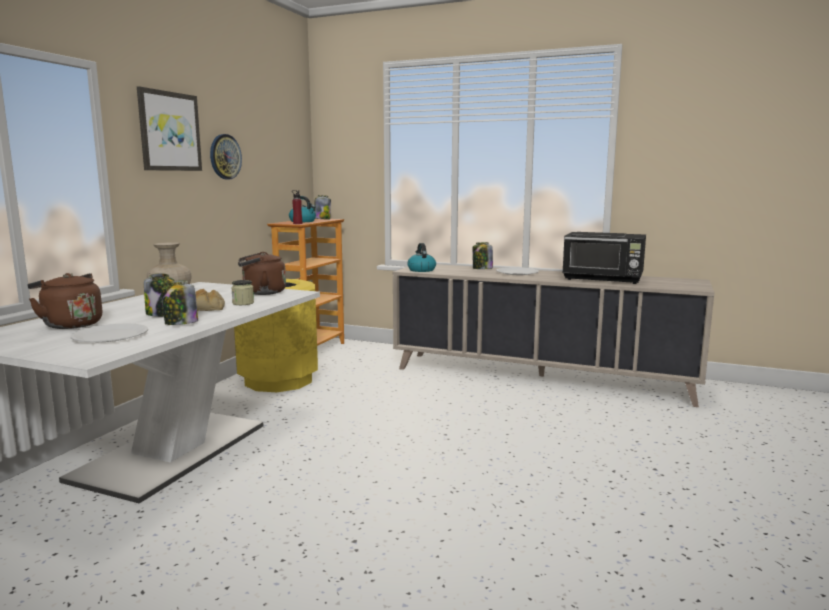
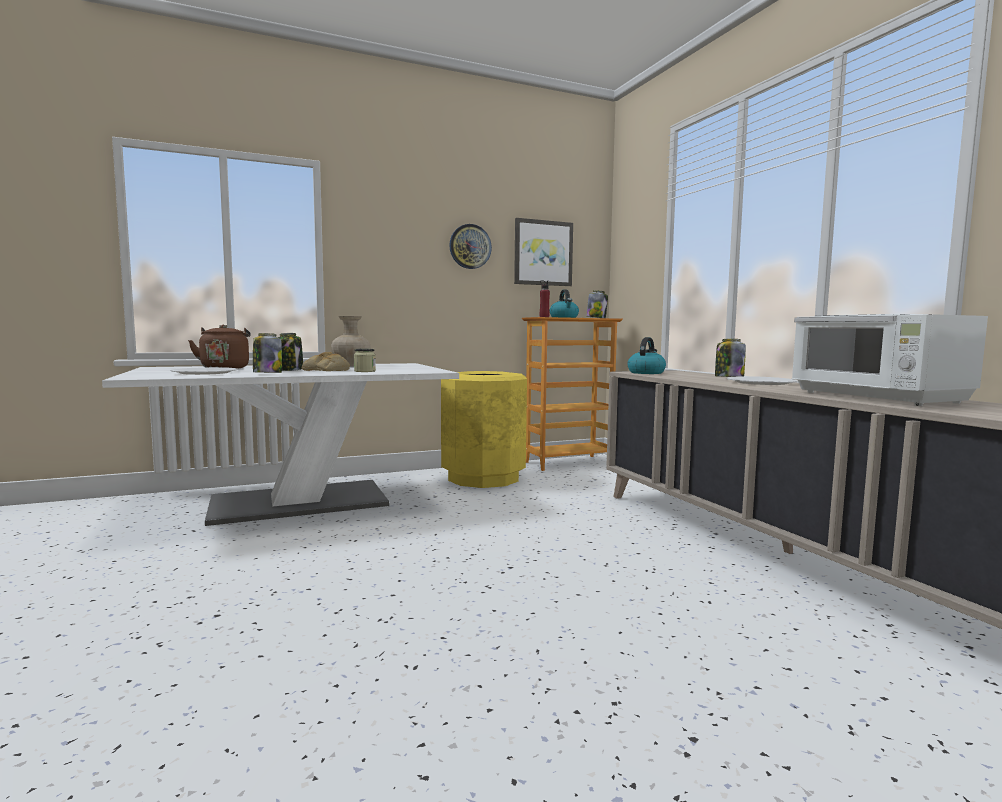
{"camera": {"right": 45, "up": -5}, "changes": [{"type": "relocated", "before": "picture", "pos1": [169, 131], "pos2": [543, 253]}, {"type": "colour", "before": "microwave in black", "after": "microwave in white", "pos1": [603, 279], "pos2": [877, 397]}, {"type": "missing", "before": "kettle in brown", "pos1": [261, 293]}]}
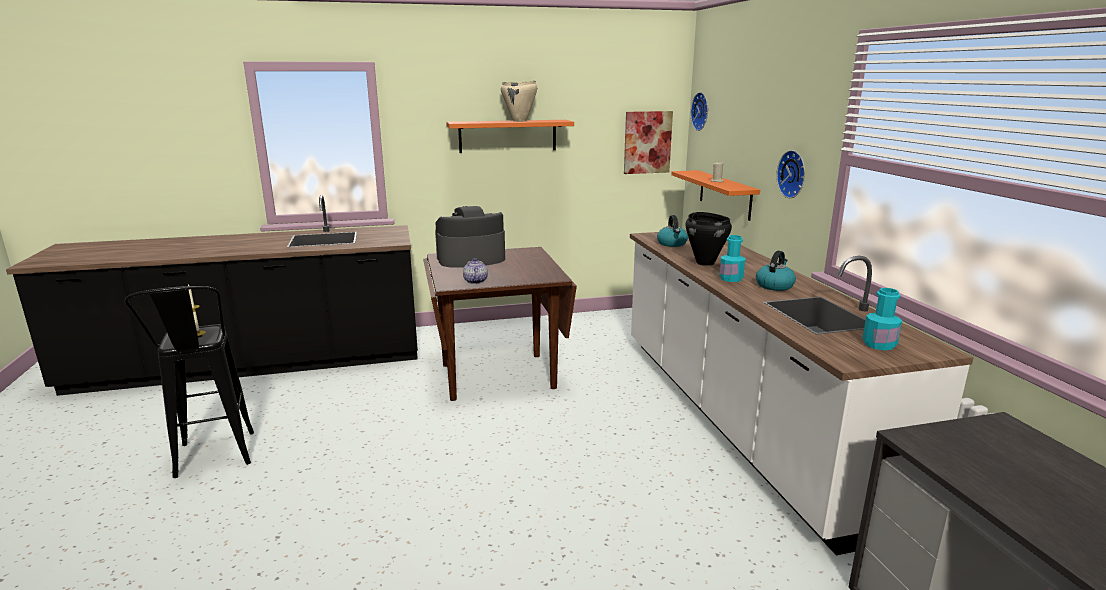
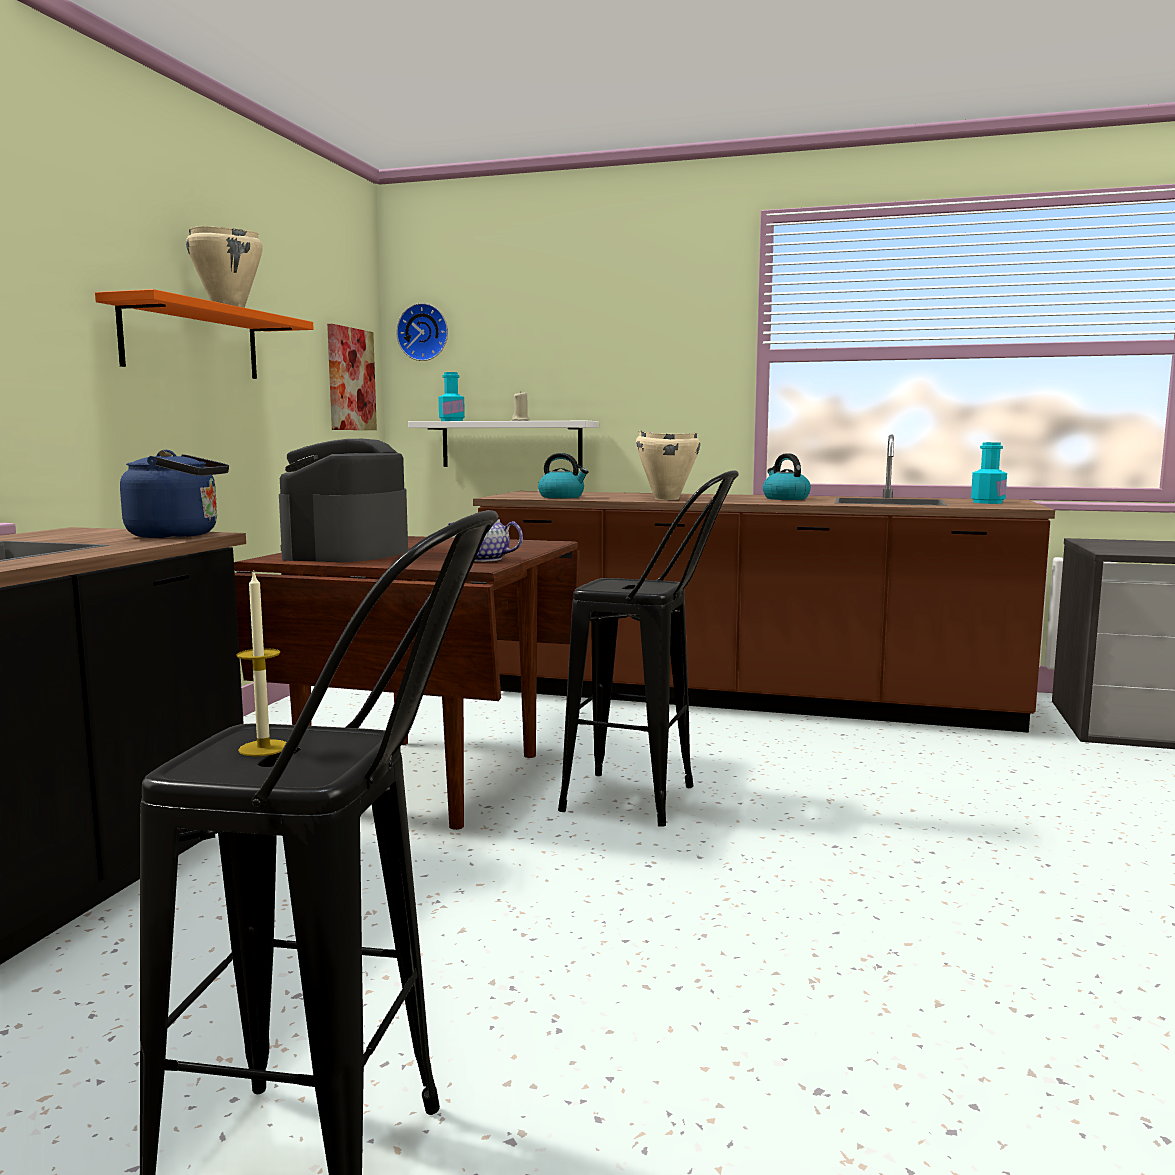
{"camera": {"right": -60, "up": -10}, "changes": [{"type": "missing", "before": "wall clock", "pos1": [794, 174]}, {"type": "colour", "before": "shelf in orange", "after": "shelf in white", "pos1": [725, 194], "pos2": [511, 444]}, {"type": "colour", "before": "cooking pot in black", "after": "cooking pot in beige", "pos1": [705, 263], "pos2": [666, 499]}, {"type": "colour", "before": "counter in white", "after": "counter in brown", "pos1": [738, 418], "pos2": [743, 698]}, {"type": "relocated", "before": "bottle in turquoise", "pos1": [731, 279], "pos2": [451, 421]}, {"type": "appeared", "after": "kettle in blue", "pos2": [179, 535]}, {"type": "appeared", "after": "stool in black", "pos2": [650, 802]}]}
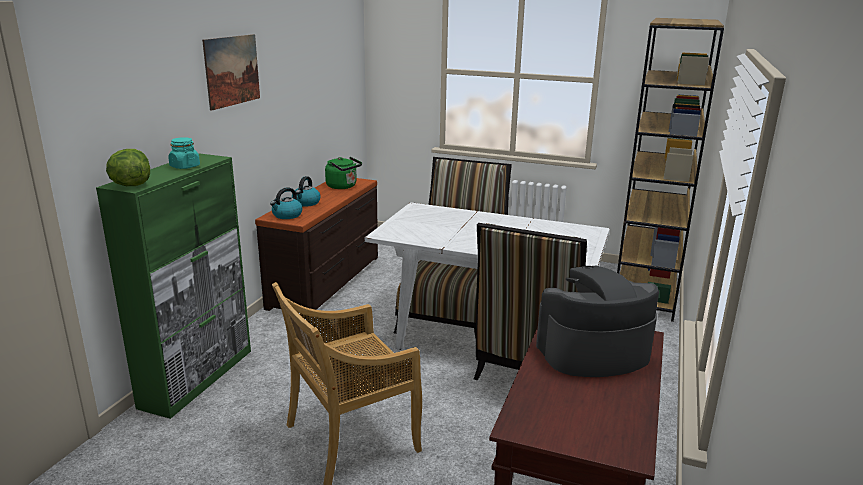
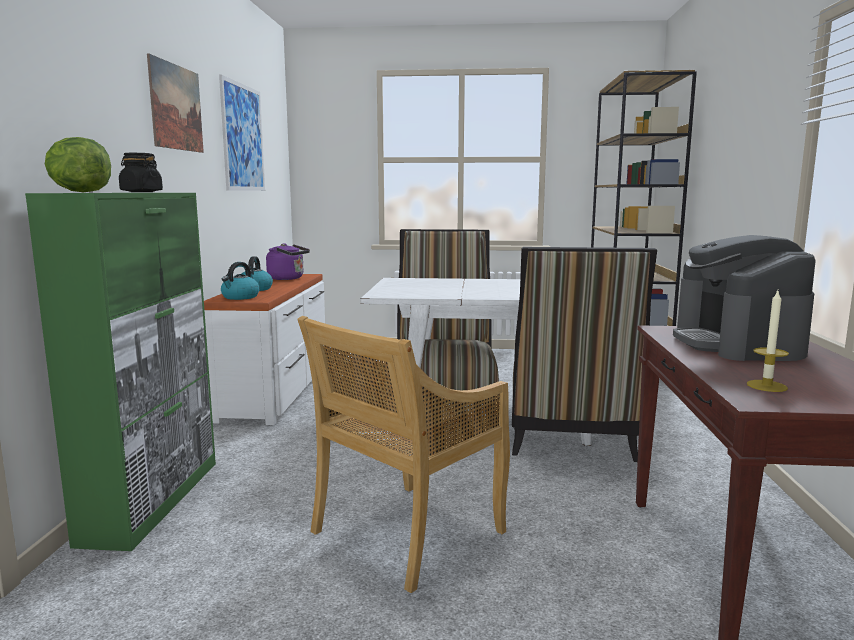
{"camera": {"right": -15, "up": -10}, "changes": [{"type": "colour", "before": "jar in turquoise", "after": "jar in black", "pos1": [184, 166], "pos2": [141, 192]}, {"type": "colour", "before": "kettle in green", "after": "kettle in purple", "pos1": [343, 186], "pos2": [288, 278]}, {"type": "colour", "before": "dresser in brown", "after": "dresser in white", "pos1": [327, 281], "pos2": [278, 391]}, {"type": "spun", "before": "coffee machine", "pos1": [592, 352], "pos2": [737, 344], "turn": -60}, {"type": "appeared", "after": "picture", "pos2": [243, 138]}, {"type": "appeared", "after": "candle", "pos2": [766, 386]}]}
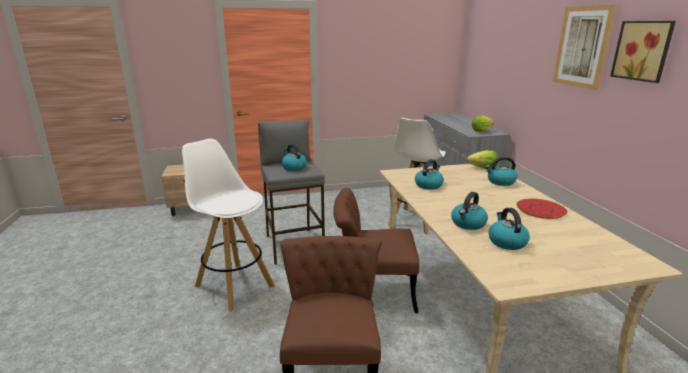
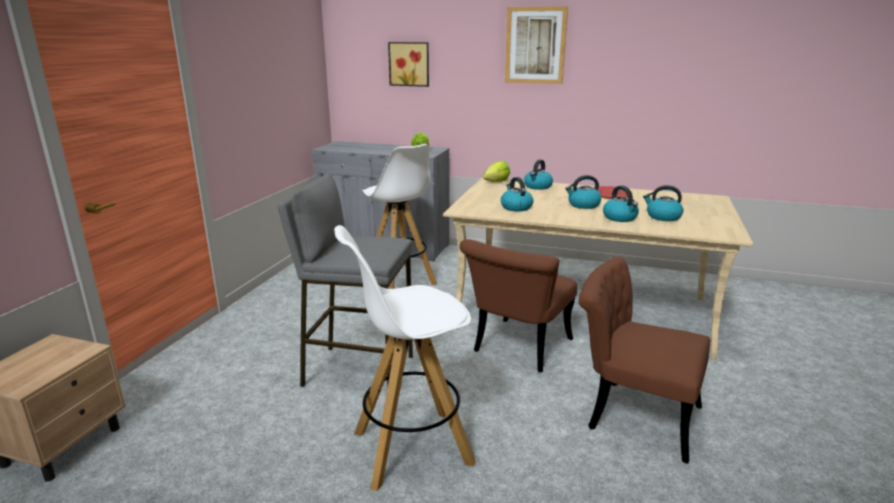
{"camera": {"right": -60, "up": 0}, "changes": [{"type": "relocated", "before": "picture", "pos1": [643, 50], "pos2": [409, 64]}, {"type": "relocated", "before": "kettle", "pos1": [293, 167], "pos2": [583, 205]}]}
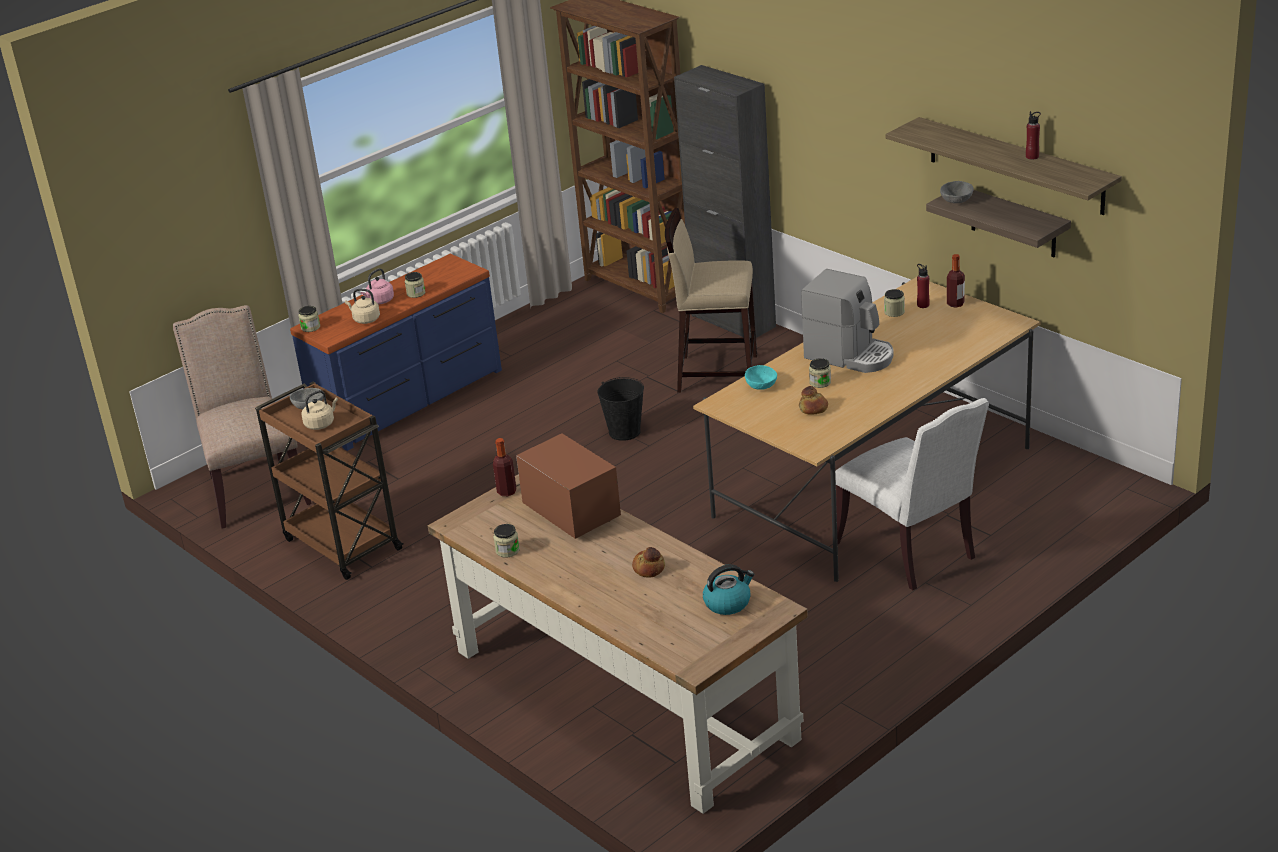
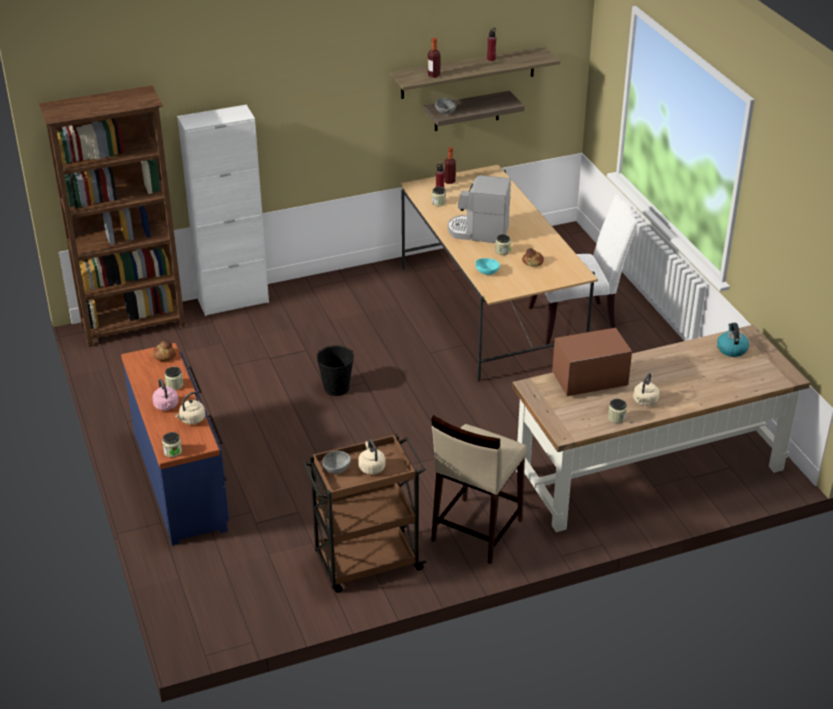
{"camera": {"right": -70, "up": 5}, "changes": [{"type": "colour", "before": "cabinet in black", "after": "cabinet in white", "pos1": [733, 321], "pos2": [233, 301]}, {"type": "relocated", "before": "stool in beige", "pos1": [716, 373], "pos2": [475, 530]}, {"type": "spun", "before": "coffee machine", "pos1": [850, 355], "pos2": [478, 232], "turn": -135}, {"type": "missing", "before": "chair in beige", "pos1": [255, 488]}, {"type": "relocated", "before": "bottle", "pos1": [506, 492], "pos2": [433, 75]}, {"type": "relocated", "before": "bread", "pos1": [649, 568], "pos2": [164, 356]}, {"type": "appeared", "after": "kettle in beige", "pos2": [644, 401]}]}
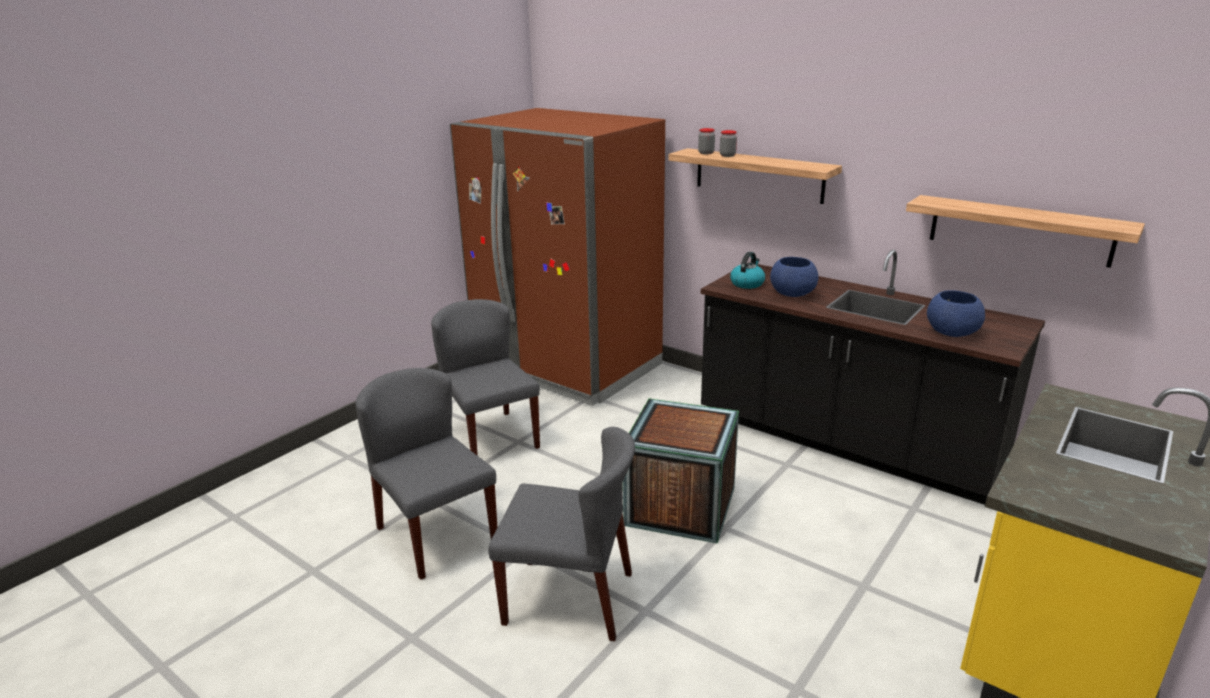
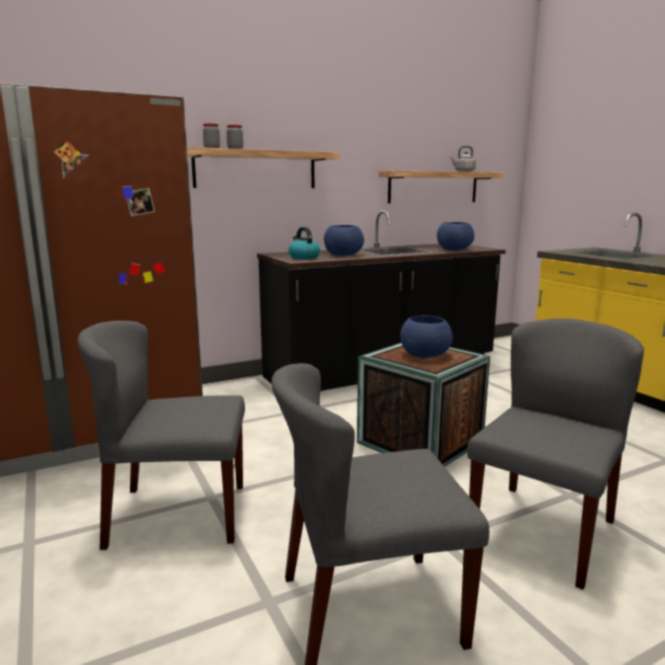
{"camera": {"right": -65, "up": -10}, "changes": [{"type": "appeared", "after": "kettle in grey", "pos2": [463, 171]}, {"type": "appeared", "after": "bowl in blue", "pos2": [425, 355]}]}
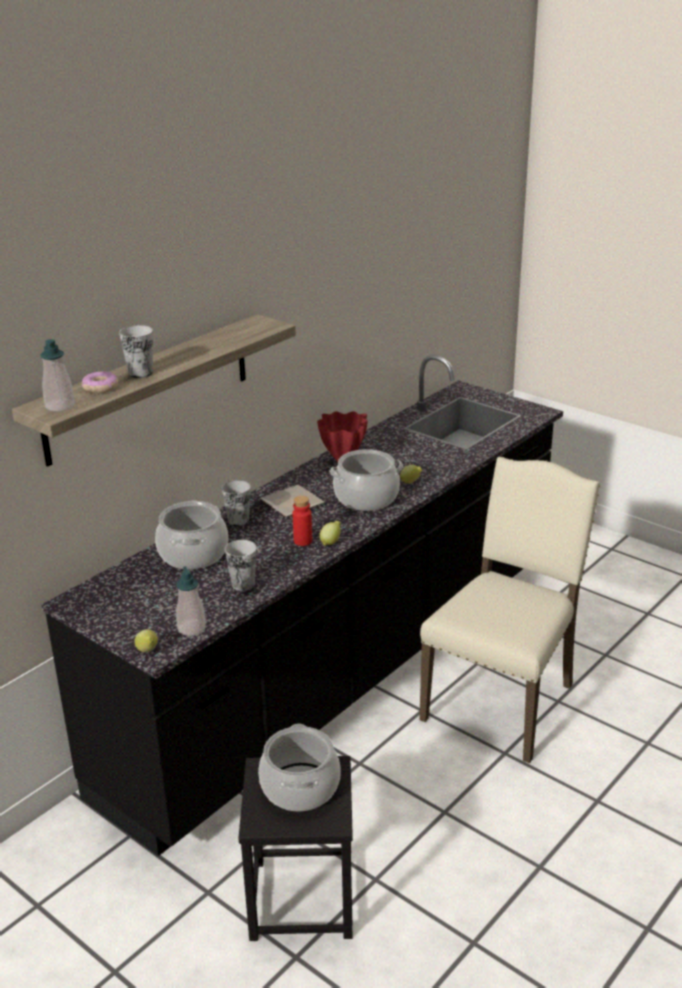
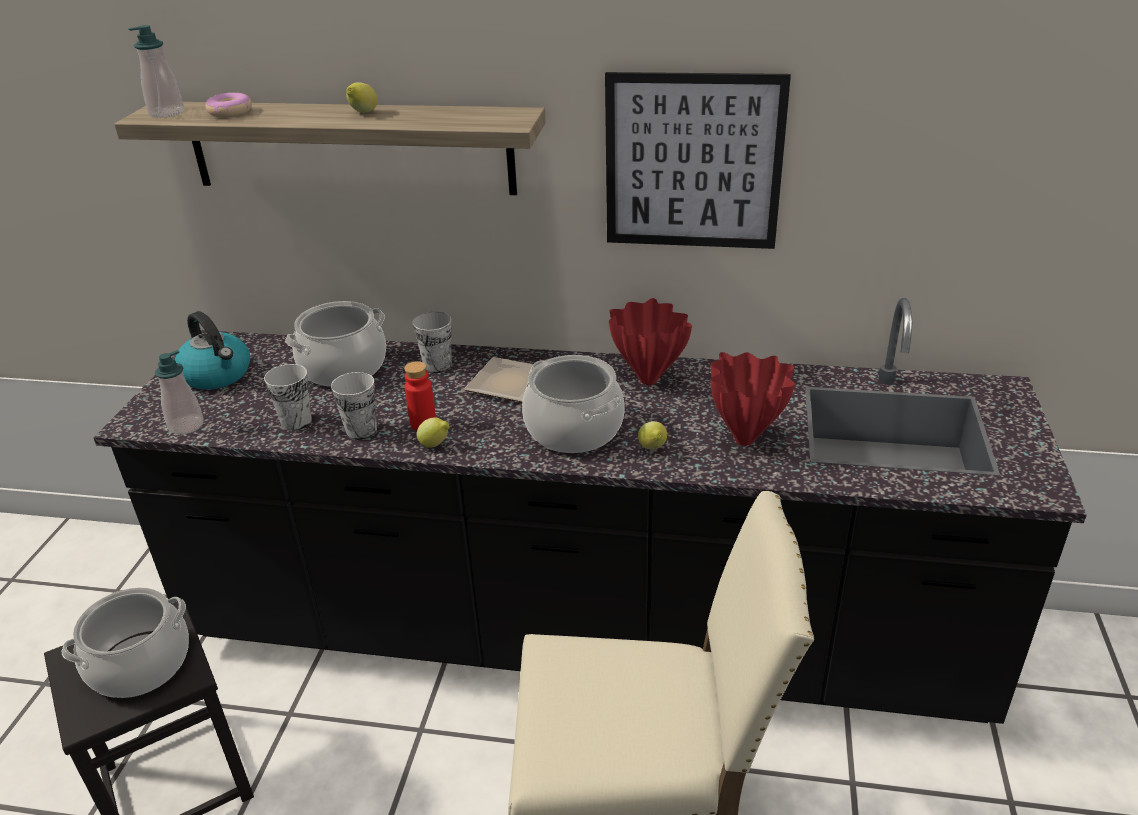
{"camera": {"right": 60, "up": 5}, "changes": [{"type": "relocated", "before": "cup", "pos1": [140, 373], "pos2": [361, 431]}, {"type": "relocated", "before": "lemon", "pos1": [148, 651], "pos2": [363, 113]}, {"type": "appeared", "after": "picture", "pos2": [693, 162]}, {"type": "appeared", "after": "kettle", "pos2": [218, 375]}, {"type": "appeared", "after": "vase in red", "pos2": [745, 441]}]}
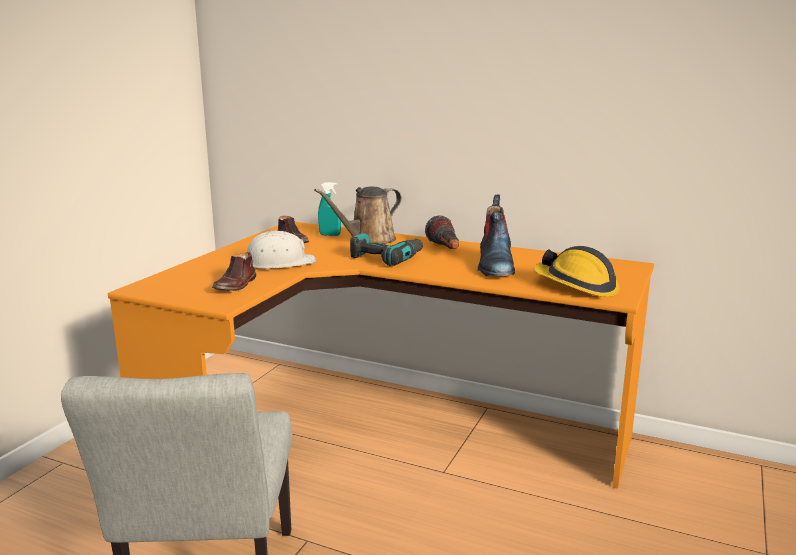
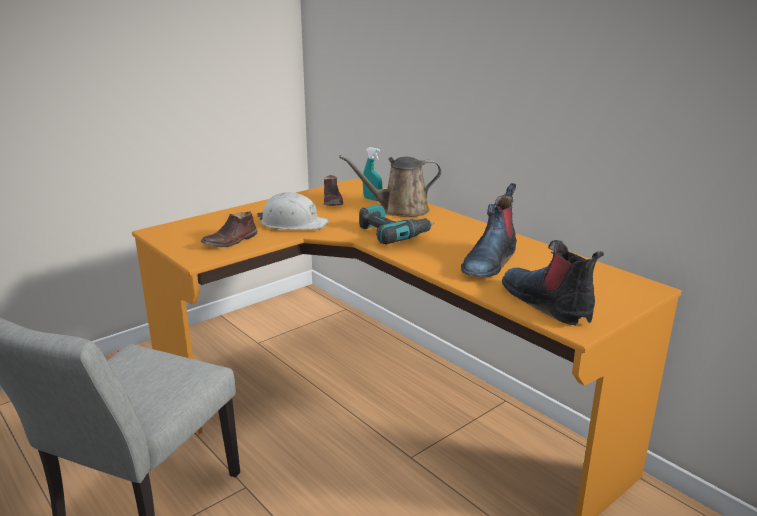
{"camera": {"right": 25, "up": 5}, "changes": [{"type": "missing", "before": "flashlight", "pos1": [445, 251]}, {"type": "exchanged", "before": "hard hat", "after": "boot", "pos1": [576, 286], "pos2": [548, 304]}]}
